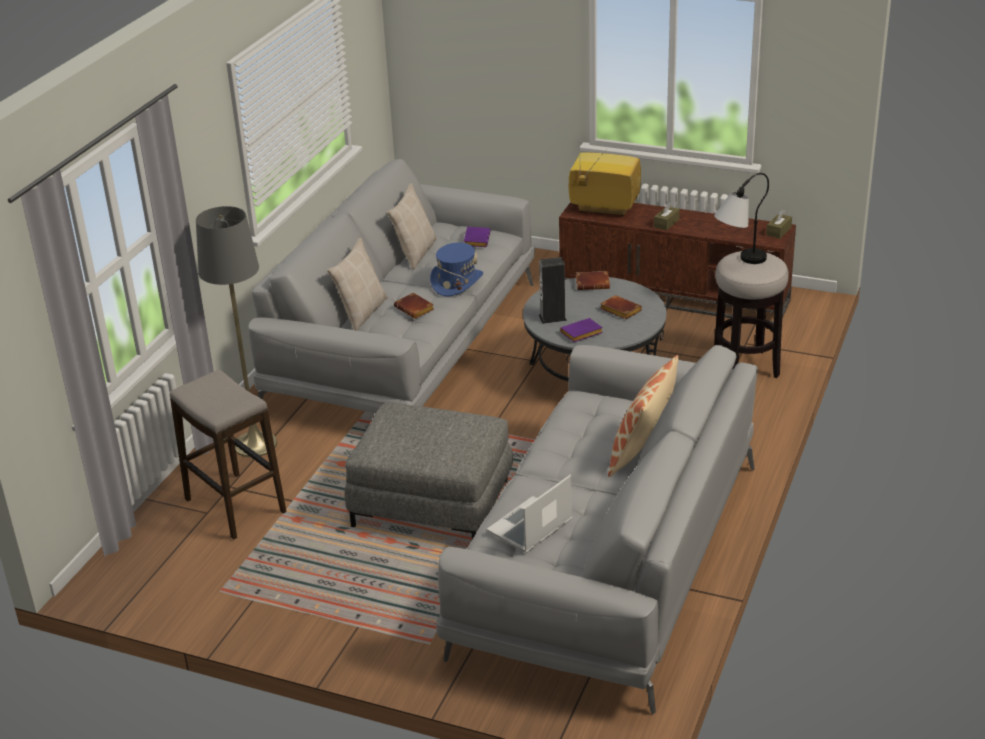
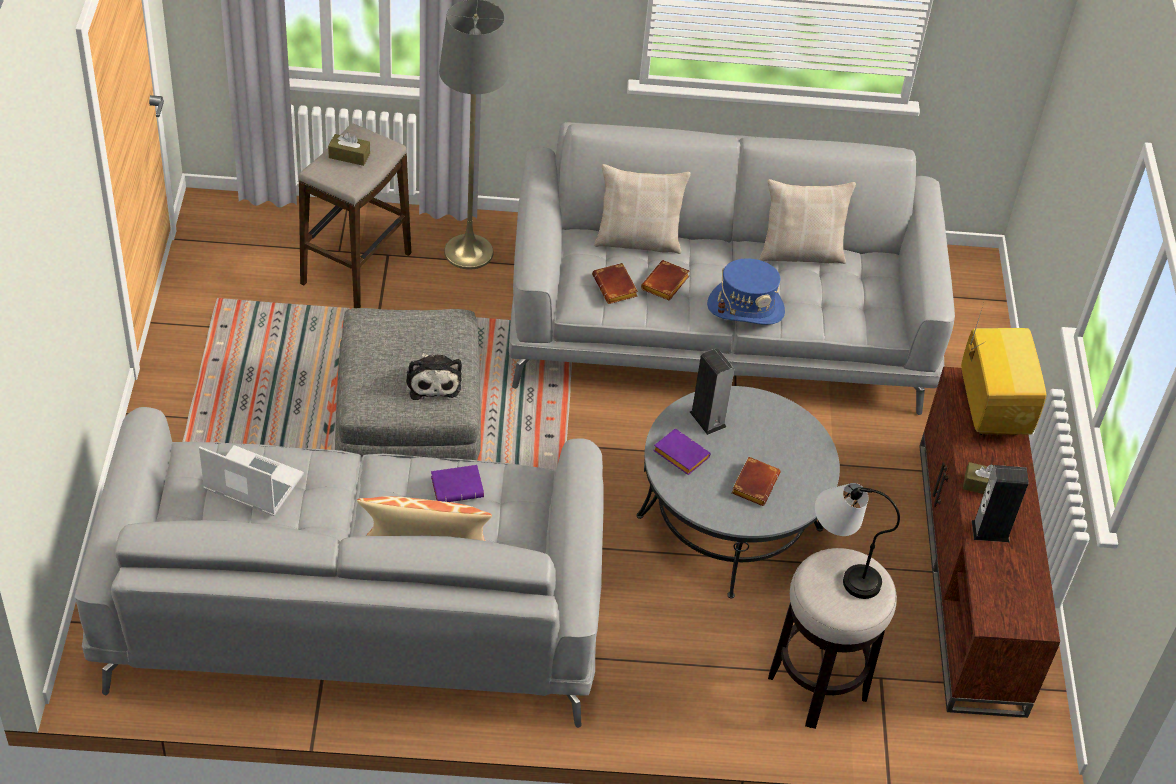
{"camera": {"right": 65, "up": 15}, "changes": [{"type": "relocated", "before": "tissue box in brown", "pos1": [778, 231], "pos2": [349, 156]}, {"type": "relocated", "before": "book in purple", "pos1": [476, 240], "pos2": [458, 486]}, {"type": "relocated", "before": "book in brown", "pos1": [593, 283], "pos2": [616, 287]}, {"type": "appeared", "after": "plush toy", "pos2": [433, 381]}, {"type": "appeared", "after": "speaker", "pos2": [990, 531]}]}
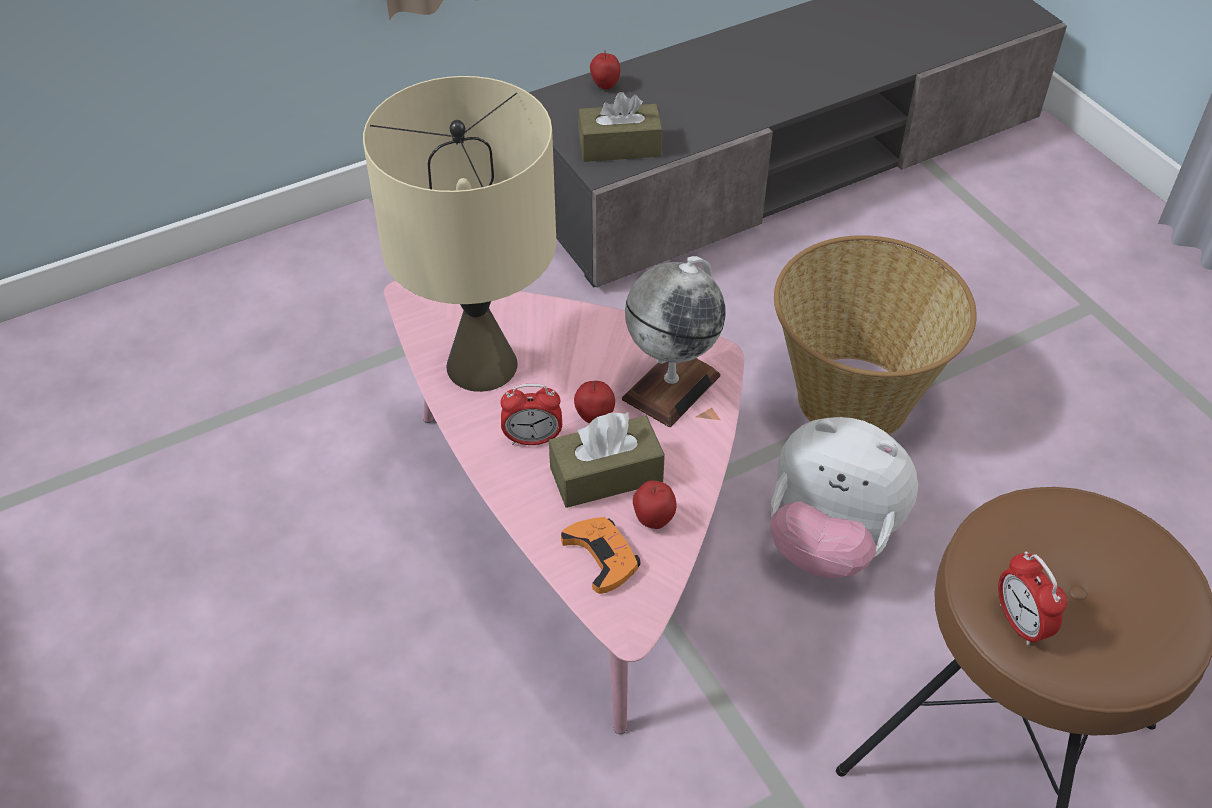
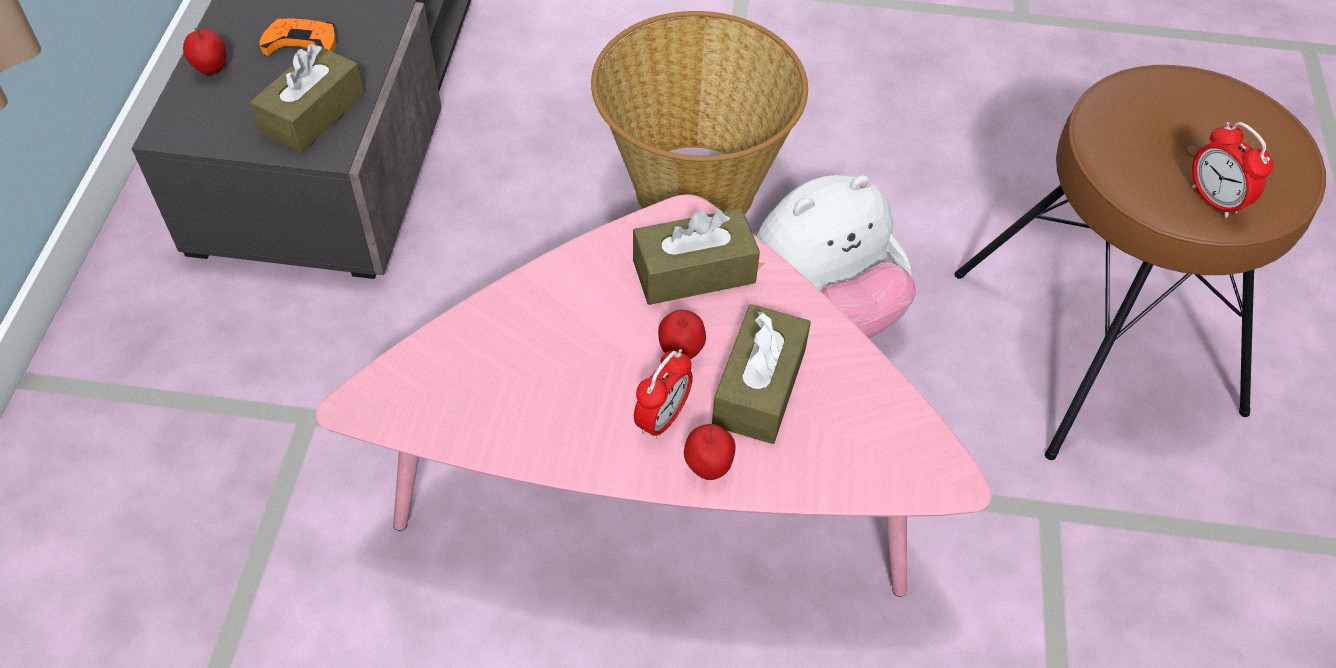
{"camera": {"right": -55, "up": 5}, "changes": [{"type": "missing", "before": "table lamp in beige", "pos1": [482, 364]}, {"type": "exchanged", "before": "globe", "after": "tissue box in brown", "pos1": [671, 386], "pos2": [694, 272]}, {"type": "relocated", "before": "apple", "pos1": [653, 520], "pos2": [708, 468]}, {"type": "relocated", "before": "game controller in orange", "pos1": [601, 557], "pos2": [302, 44]}, {"type": "spun", "before": "alarm clock", "pos1": [1020, 623], "pos2": [1214, 200], "turn": 45}]}
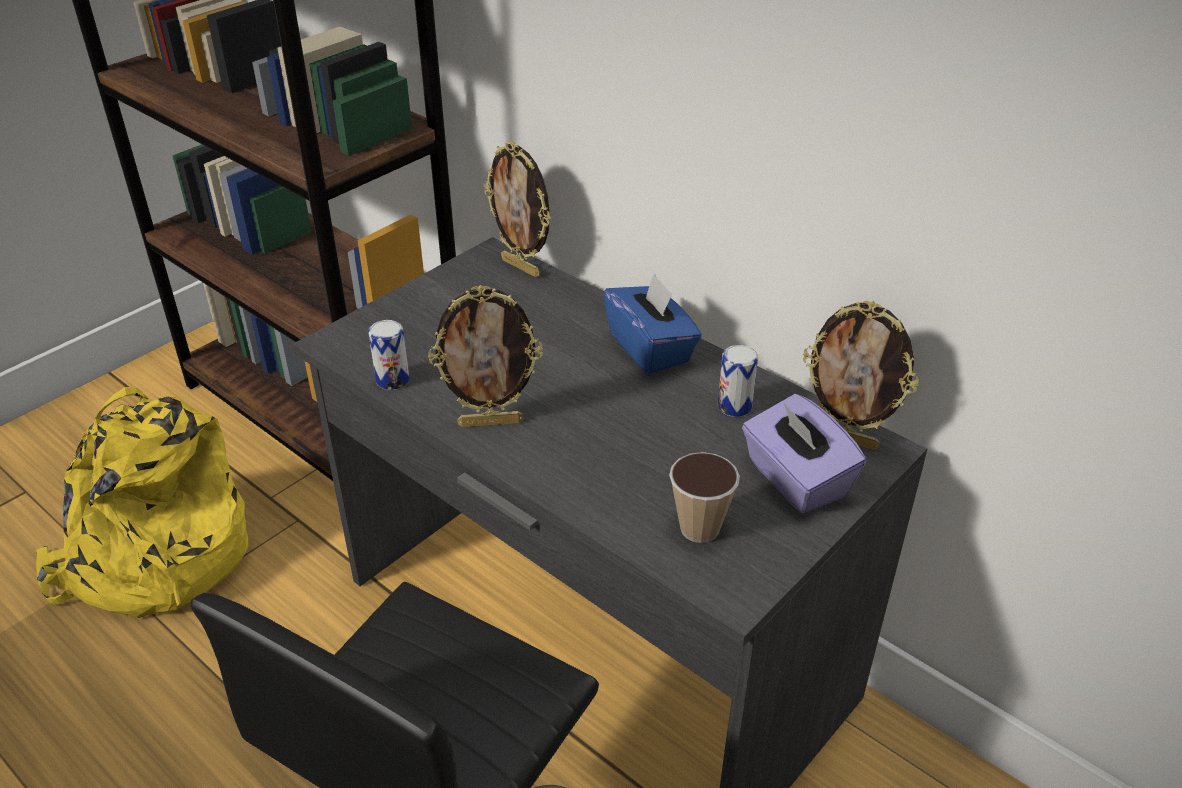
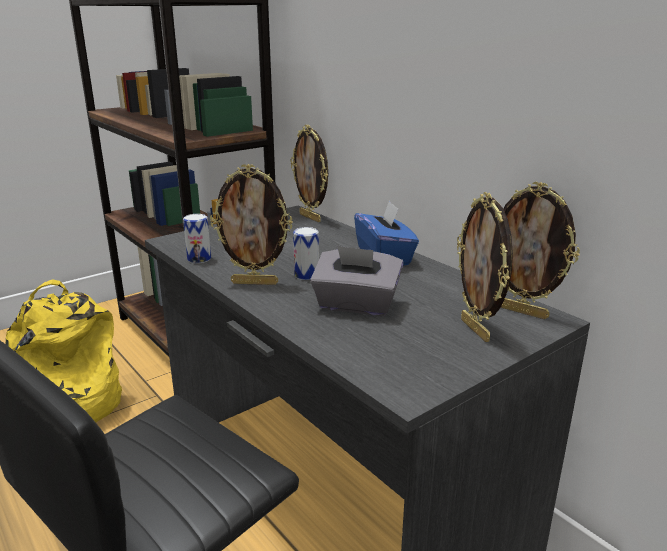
{"camera": {"right": 10, "up": -15}, "changes": [{"type": "relocated", "before": "can", "pos1": [734, 406], "pos2": [306, 275]}, {"type": "exchanged", "before": "tissue box in purple", "after": "picture frame", "pos1": [795, 479], "pos2": [476, 330]}, {"type": "missing", "before": "cup", "pos1": [699, 528]}, {"type": "appeared", "after": "tissue box in grey", "pos2": [356, 305]}]}
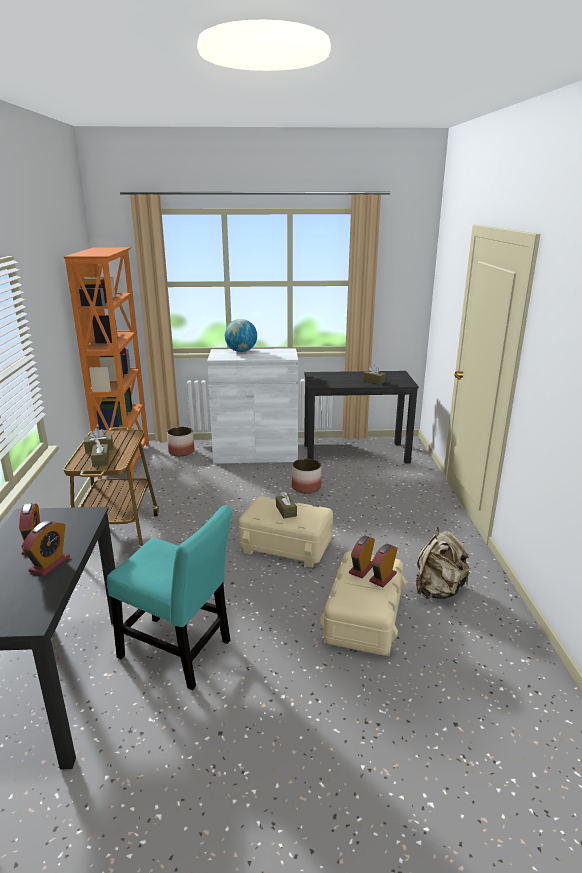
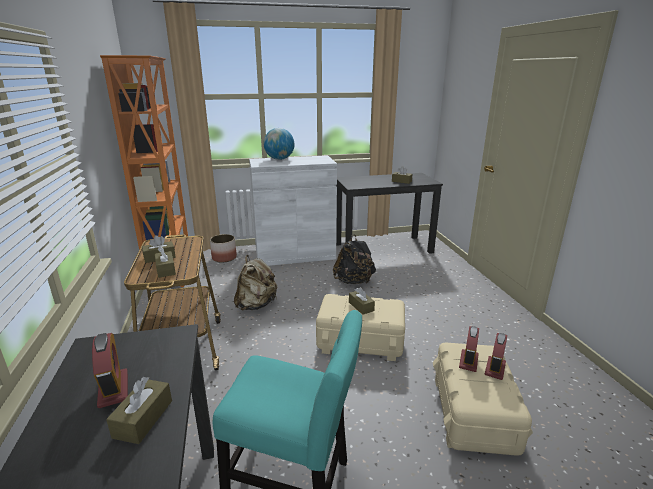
{"camera": {"right": -10, "up": 0}, "changes": [{"type": "exchanged", "before": "planter", "after": "backpack in black", "pos1": [306, 487], "pos2": [354, 281]}, {"type": "exchanged", "before": "alarm clock", "after": "tissue box in brown", "pos1": [49, 564], "pos2": [143, 418]}, {"type": "relocated", "before": "backpack in beige", "pos1": [438, 590], "pos2": [256, 305]}]}
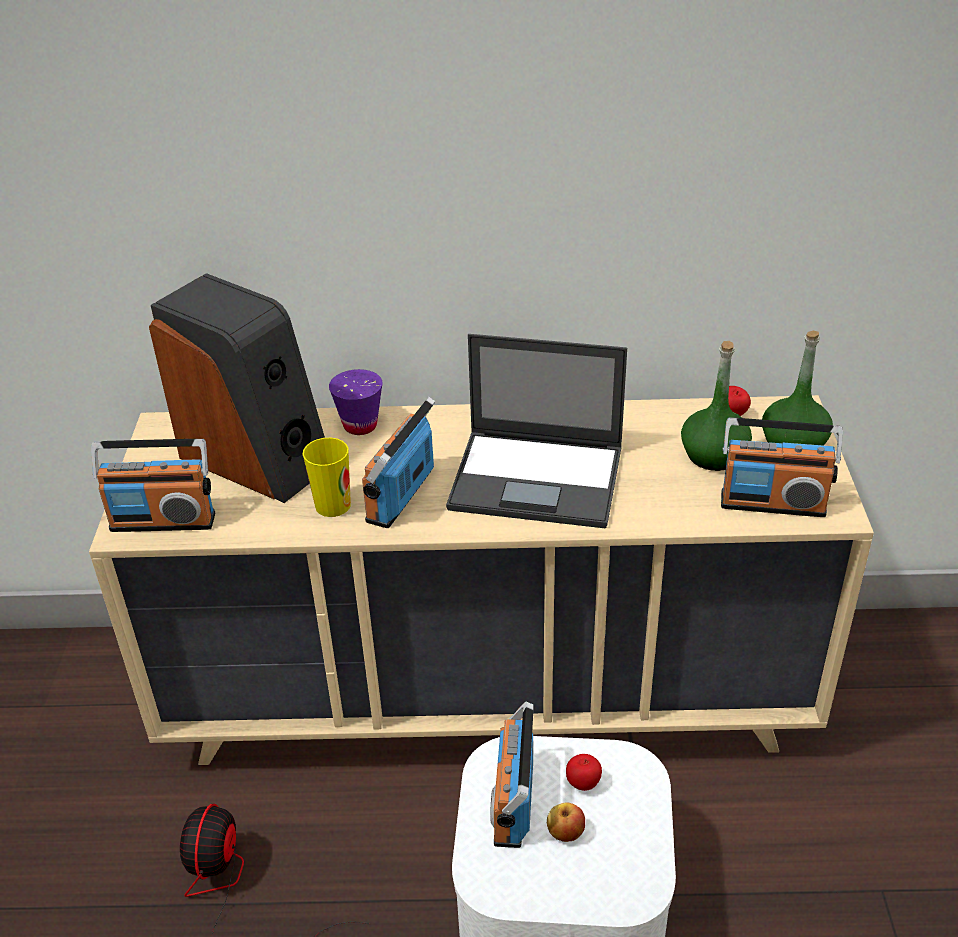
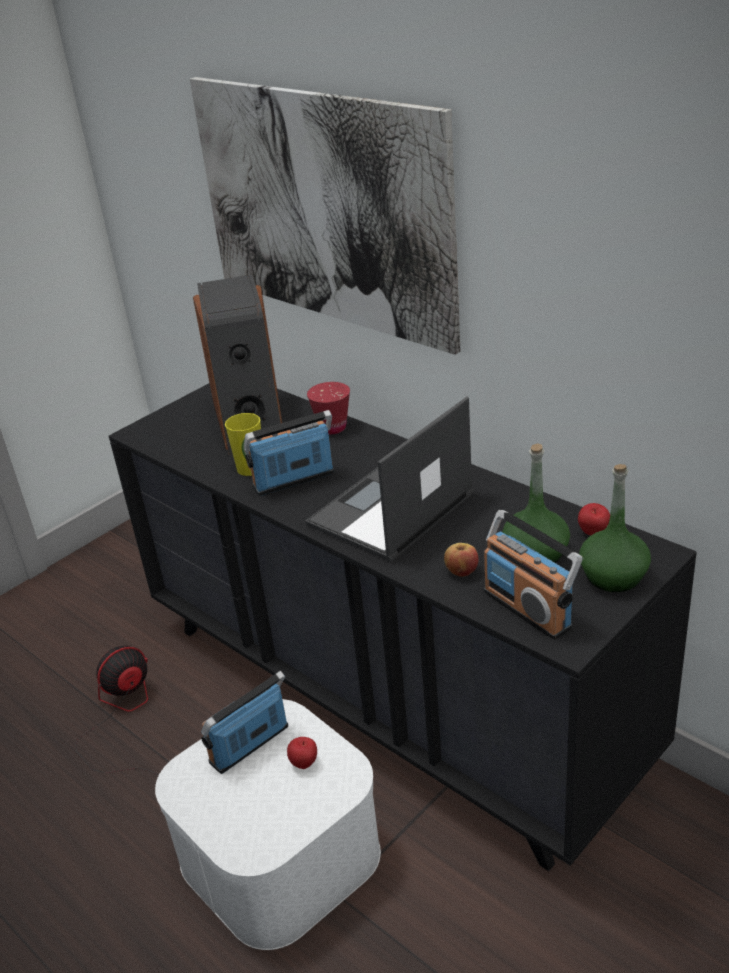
{"camera": {"right": 45, "up": -5}, "changes": [{"type": "spun", "before": "laptop", "pos1": [539, 479], "pos2": [390, 510], "turn": 75}, {"type": "colour", "before": "cup in purple", "after": "cup in red", "pos1": [360, 425], "pos2": [332, 428]}, {"type": "colour", "before": "dresser in beige", "after": "dresser in black", "pos1": [488, 695], "pos2": [387, 695]}, {"type": "missing", "before": "radio", "pos1": [163, 521]}, {"type": "relocated", "before": "apple", "pos1": [565, 832], "pos2": [461, 571]}, {"type": "appeared", "after": "picture", "pos2": [323, 208]}]}
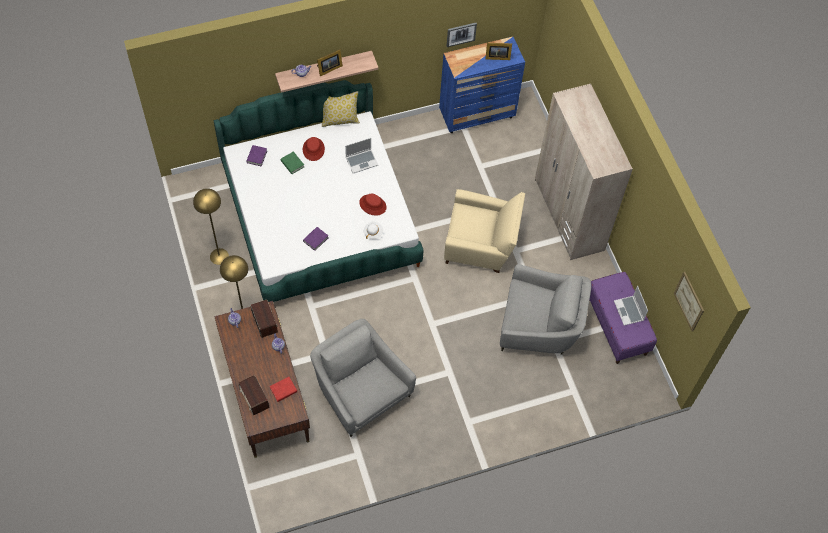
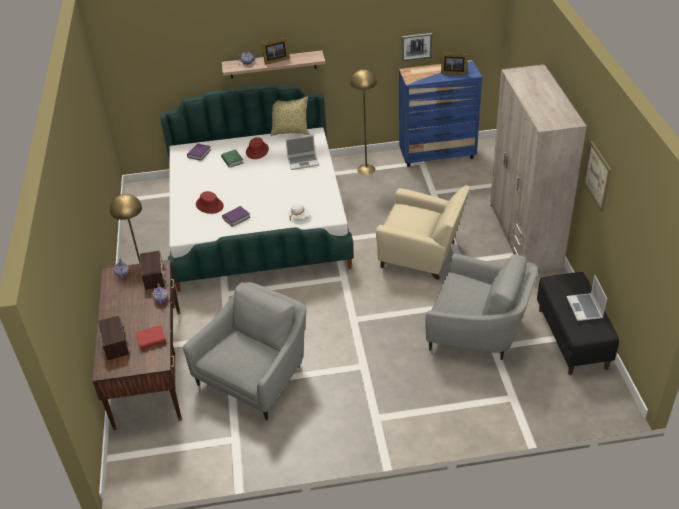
{"camera": {"right": 15, "up": -20}, "changes": [{"type": "relocated", "before": "floor lamp in yellow", "pos1": [219, 256], "pos2": [366, 169]}, {"type": "relocated", "before": "hat in red", "pos1": [373, 205], "pos2": [209, 205]}, {"type": "colour", "before": "bench in purple", "after": "bench in black", "pos1": [617, 326], "pos2": [572, 338]}, {"type": "relocated", "before": "picture", "pos1": [689, 301], "pos2": [597, 176]}, {"type": "spun", "before": "armchair in grey", "pos1": [360, 391], "pos2": [256, 375], "turn": 60}]}
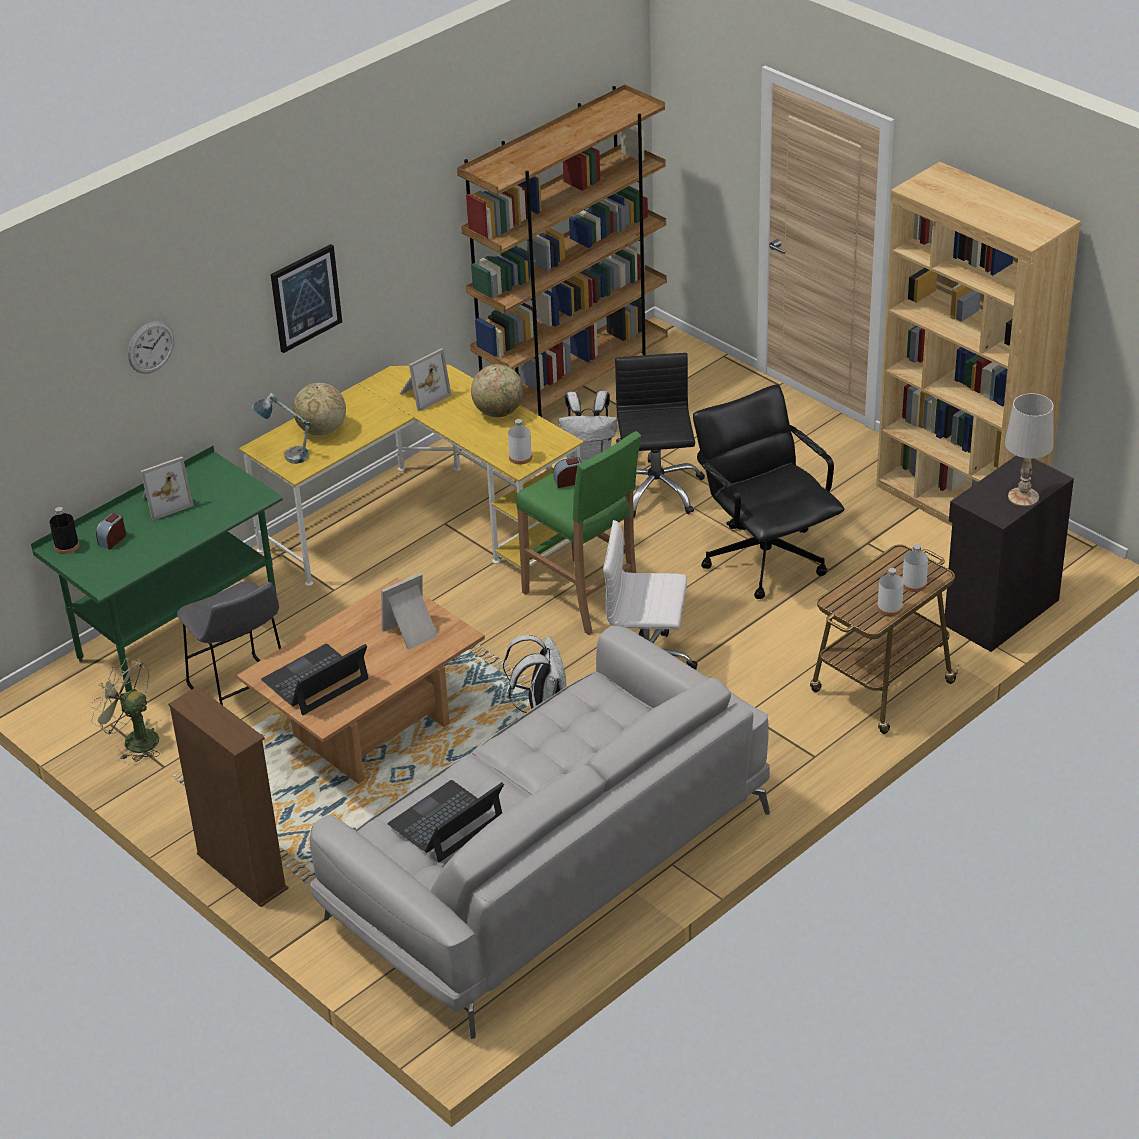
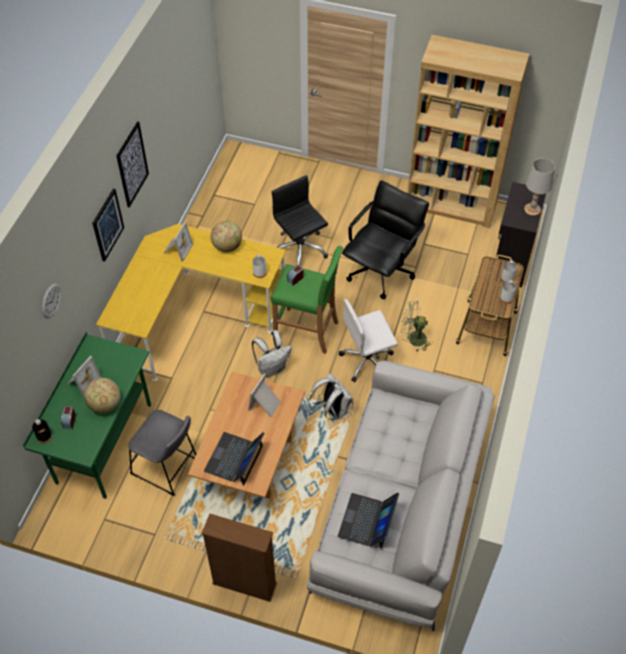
{"camera": {"right": -30, "up": 15}, "changes": [{"type": "missing", "before": "bookcase in brown", "pos1": [573, 388]}, {"type": "relocated", "before": "globe", "pos1": [321, 430], "pos2": [105, 405]}, {"type": "spun", "before": "office chair in black", "pos1": [765, 558], "pos2": [381, 271], "turn": 90}, {"type": "relocated", "before": "backpack in white", "pos1": [589, 458], "pos2": [272, 368]}, {"type": "missing", "before": "table lamp", "pos1": [286, 456]}, {"type": "relocated", "before": "fan in green", "pos1": [134, 740], "pos2": [413, 339]}, {"type": "appeared", "after": "picture", "pos2": [132, 164]}]}
